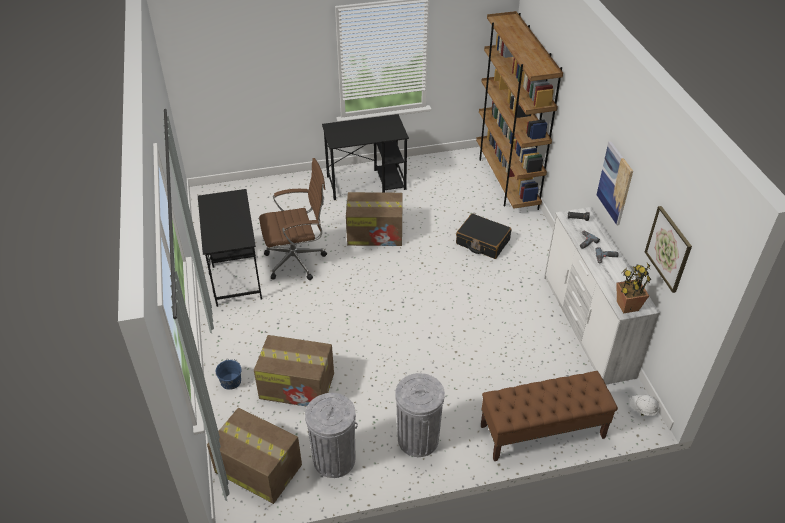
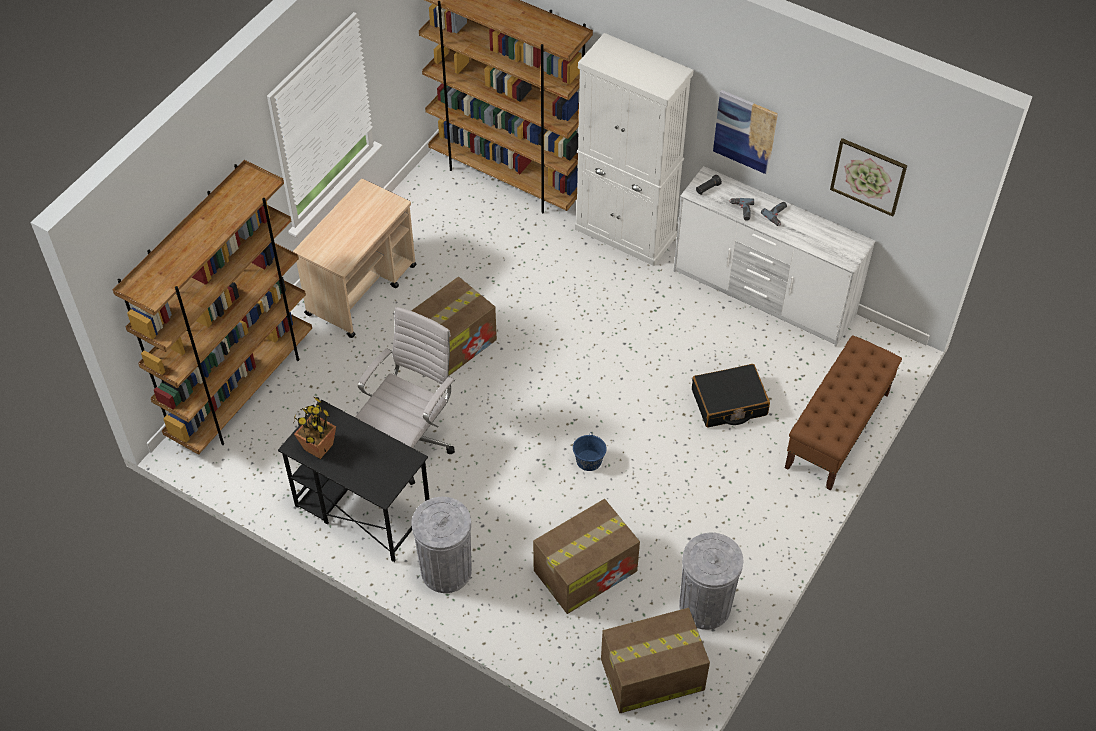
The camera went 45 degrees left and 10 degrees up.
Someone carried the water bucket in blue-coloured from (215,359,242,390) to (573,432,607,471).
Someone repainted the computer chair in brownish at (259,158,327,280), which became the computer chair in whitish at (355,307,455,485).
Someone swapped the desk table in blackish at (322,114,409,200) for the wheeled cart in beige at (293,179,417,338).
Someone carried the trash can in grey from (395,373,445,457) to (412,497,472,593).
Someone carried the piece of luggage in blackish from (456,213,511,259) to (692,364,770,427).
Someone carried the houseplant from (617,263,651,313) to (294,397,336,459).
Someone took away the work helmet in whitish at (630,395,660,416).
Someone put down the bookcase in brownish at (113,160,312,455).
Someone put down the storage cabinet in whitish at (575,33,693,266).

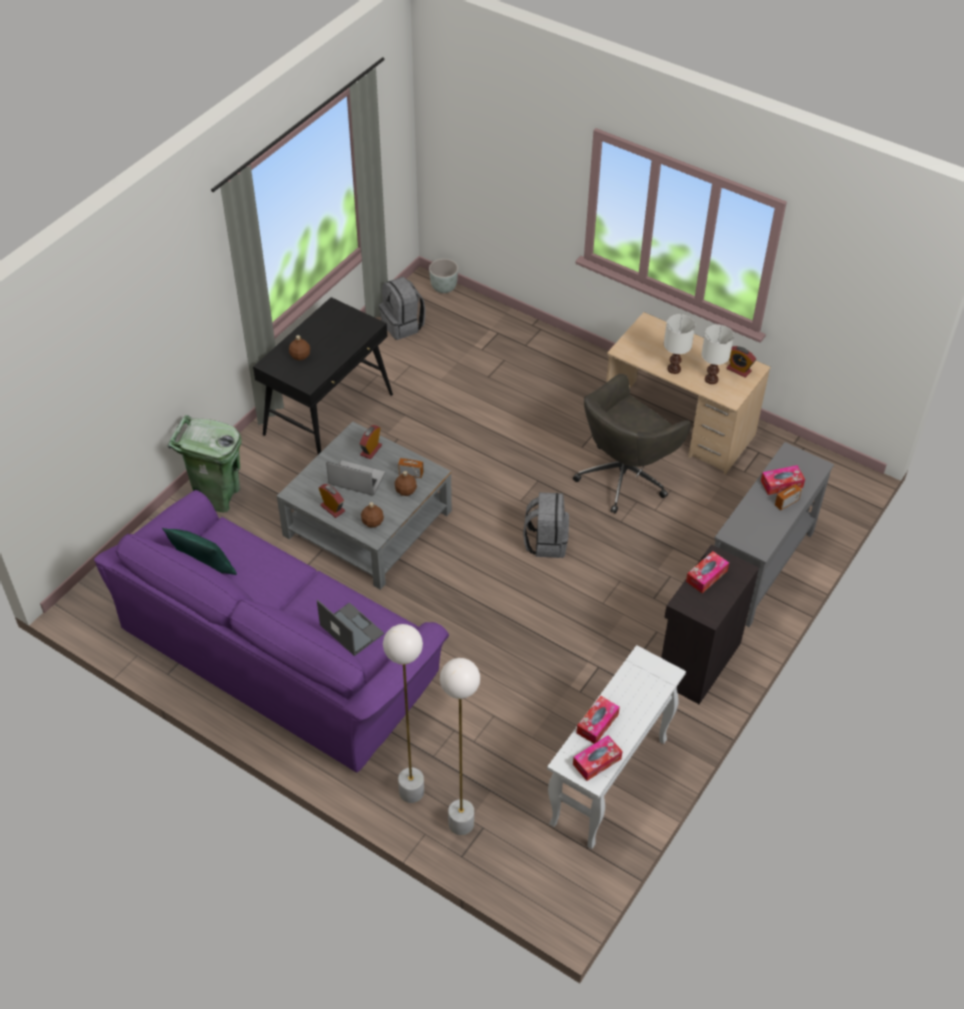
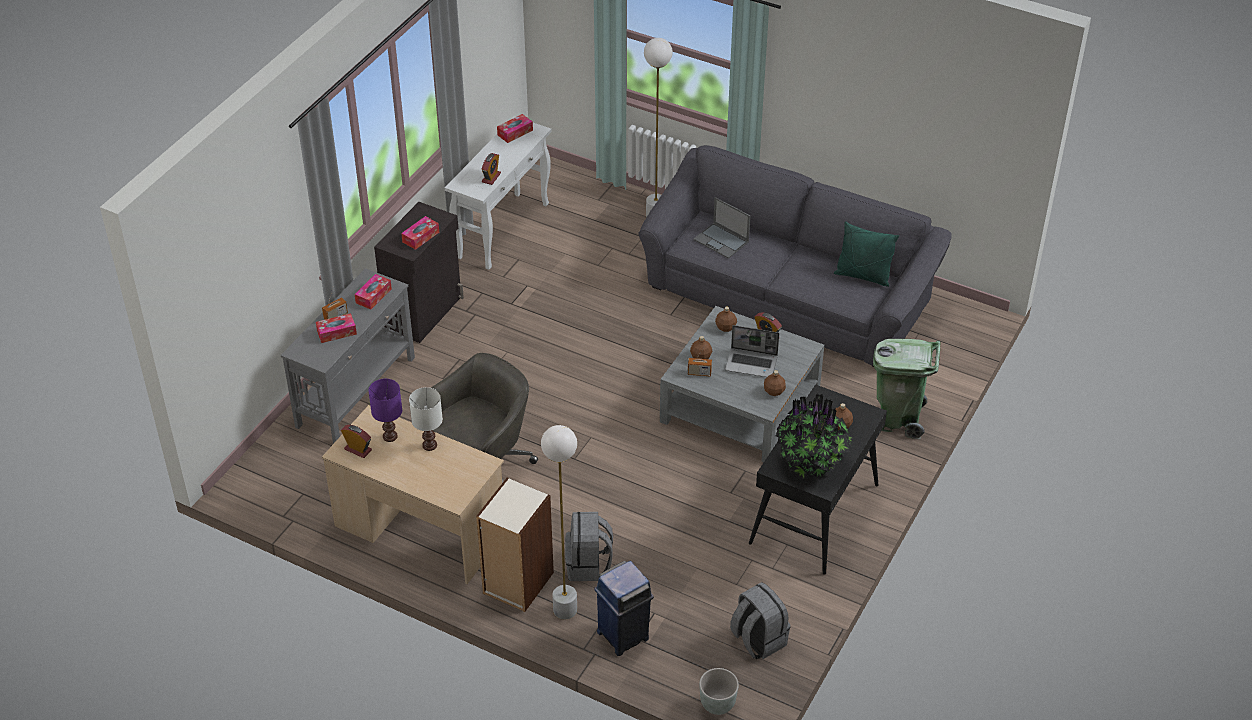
The camera went 175 degrees right and 5 degrees down.
Someone repainted the couch in purple-coloured at (94,490,449,773), which became the couch in grey at (639,145,952,367).
Someone carried the alarm clock from (360,425,382,459) to (482,153,501,185).
Someone carried the standing lamp in whitish from (440,658,480,835) to (541,425,577,619).
Someone carried the rucksack in grey from (523,492,569,558) to (565,512,613,581).
Someone carried the box of tissues from (576,696,620,744) to (355,274,392,310).
Someone repainted the lamp for a table in whitish at (702,325,734,384), which became the lamp for a table in purple-coloured at (368,379,402,442).
Someone put down the bookcase at (476,478,554,612).
Someone put down the trash can in blue-coloured at (594,561,654,656).
Someone put down the bottle in brownish at (764,370,786,396).
Someone put down the houseplant at (776,393,855,481).

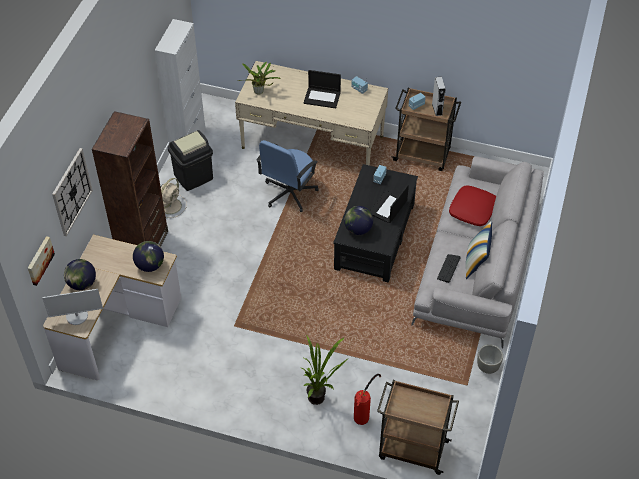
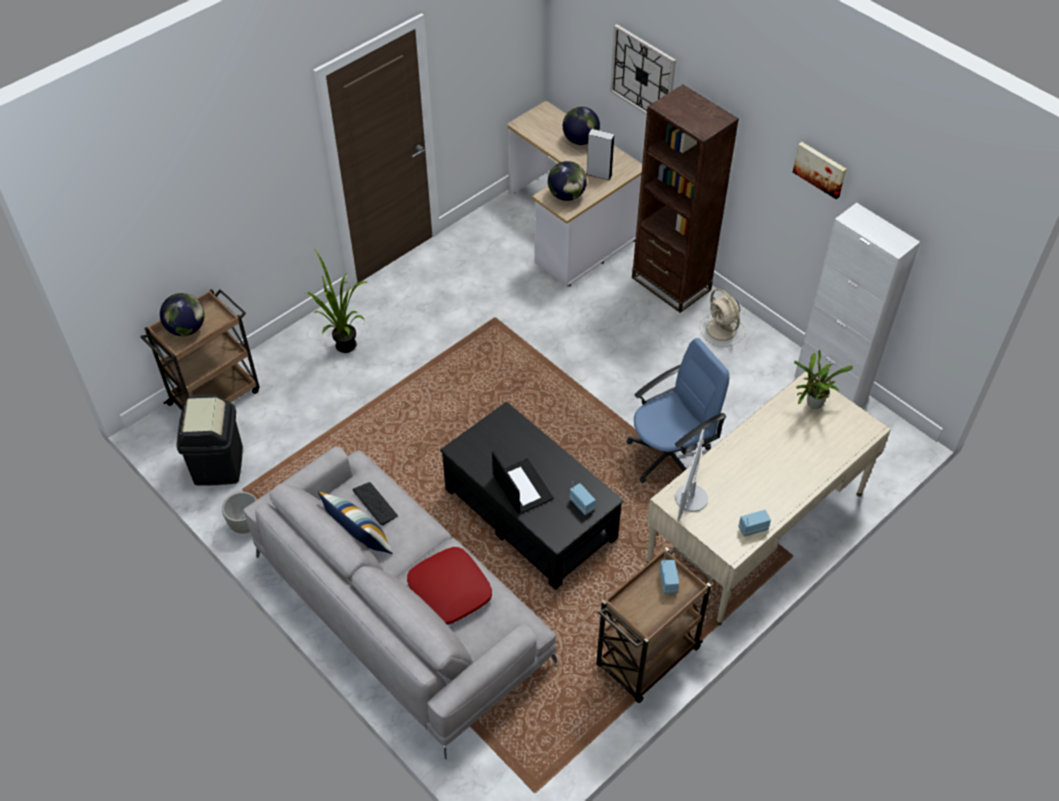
The camera went 120 degrees right and 0 degrees up.
Someone carried the wall picture from (28,236,55,286) to (793,142,846,199).
Someone carried the monitor from (42,289,103,325) to (675,429,708,521).
Someone carried the trash can in blackish from (168,130,213,191) to (176,394,243,485).
Someone rotated the computer chair in blue-coloured at (256,140,319,212) by 90 degrees clockwise.
Someone took away the portable computer at (304,70,341,108).
Someone carried the world globe from (344,206,373,235) to (160,293,205,336).
Someone took away the fire extinguisher at (354,374,381,425).
Someone carried the audio speaker in grey from (432,77,446,116) to (586,129,615,180).

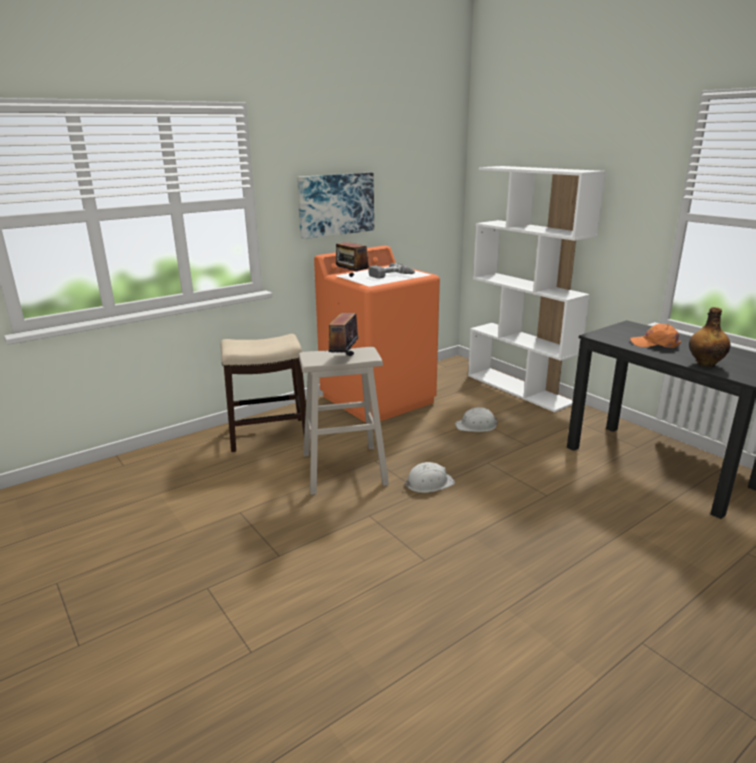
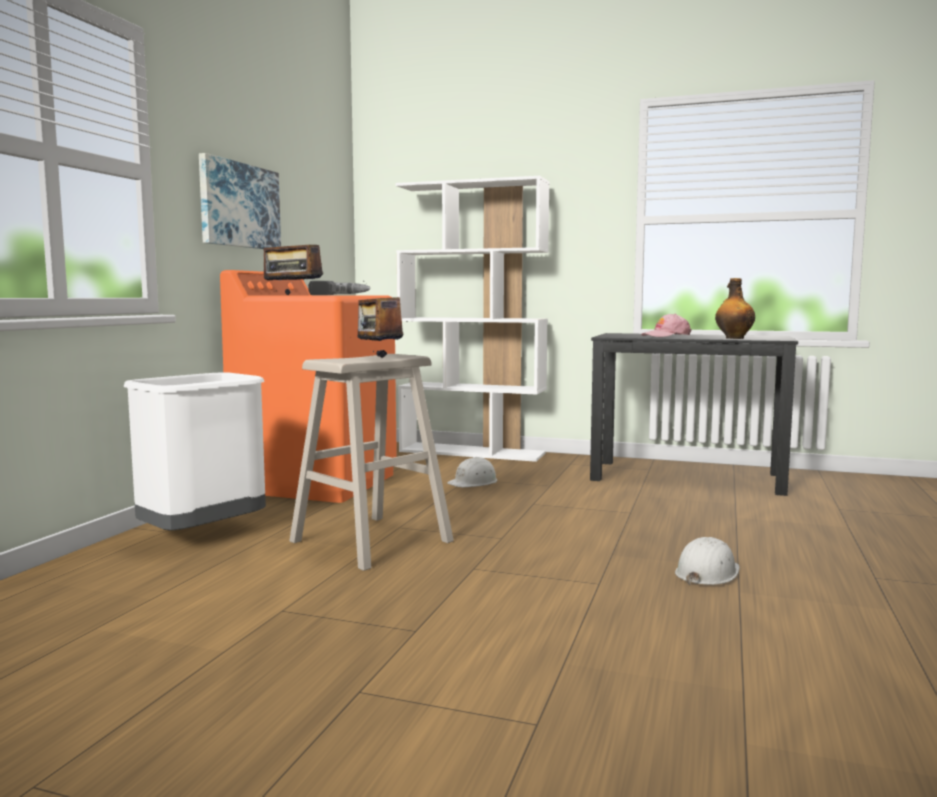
The camera went 35 degrees left and 15 degrees down.
Someone swapped the stool seat at (220,334,306,452) for the trash can in whitish at (124,372,266,531).
Someone carried the work helmet in whitish from (405,462,455,493) to (675,537,740,585).
Someone repainted the baseball cap in orange at (630,324,681,348), which became the baseball cap in pinkish at (641,314,692,337).

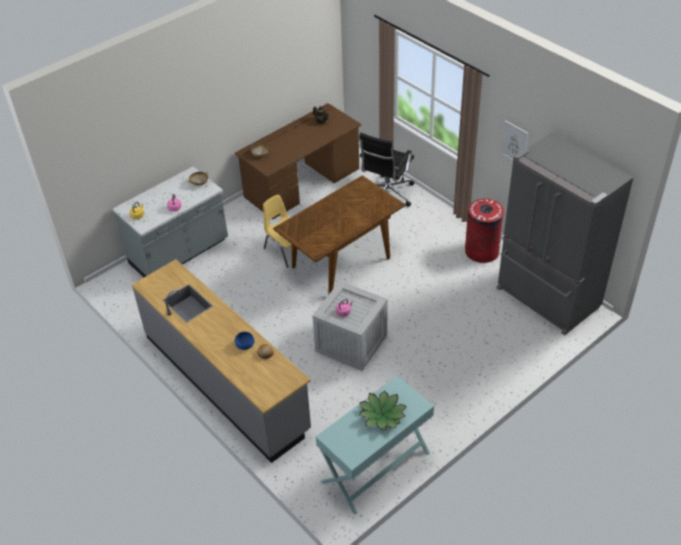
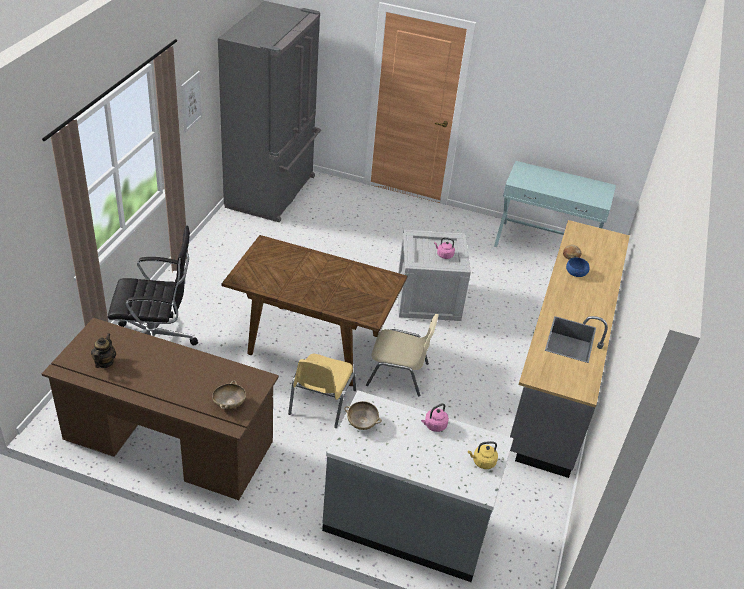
The camera went 125 degrees left and 5 degrees down.
Someone took away the houseplant at (359,391,407,431).
Someone took away the trash can in reddish at (465,198,504,263).
Someone put down the upright chair in beige at (366,314,439,396).

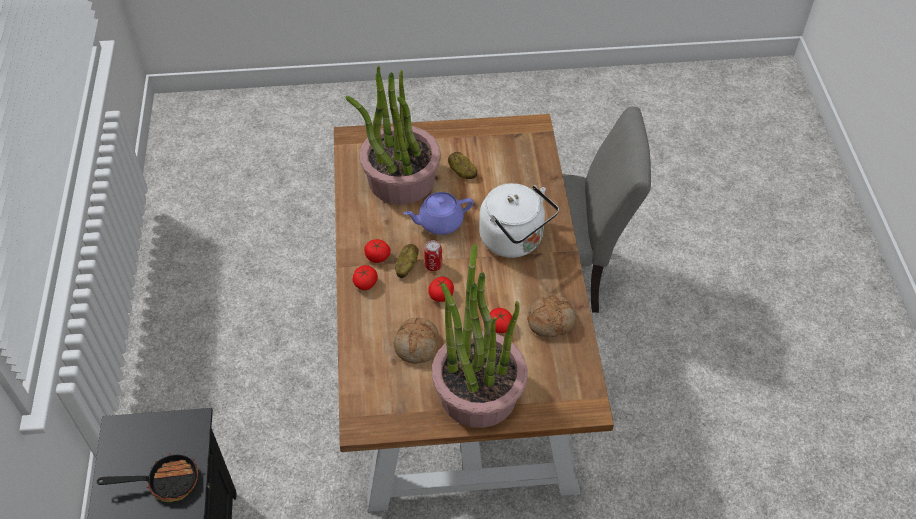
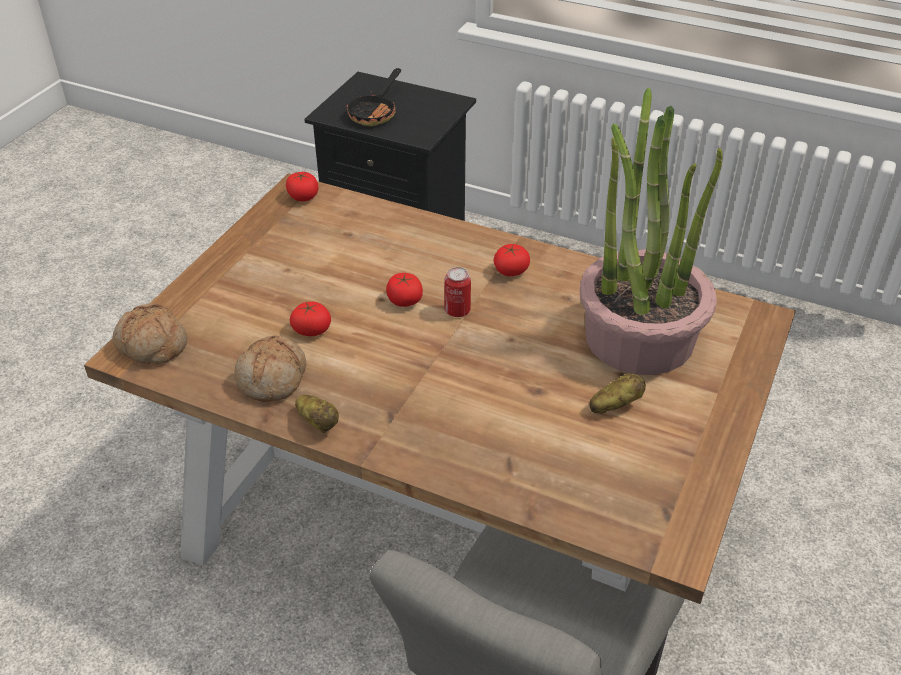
The camera went 120 degrees right and 10 degrees down.
Someone carried the fresh tomato from (353,265,378,290) to (286,171,319,201).
Someone carried the bakery bread from (394,317,439,364) to (112,304,187,364).
Someone carried the spud from (395,244,419,278) to (295,395,339,433).
Someone took away the tea pot in purple-coloured at (403,192,473,235).
Someone took away the houseplant at (432,244,528,428).
Someone took away the water kettle in whitish at (479,183,559,258).

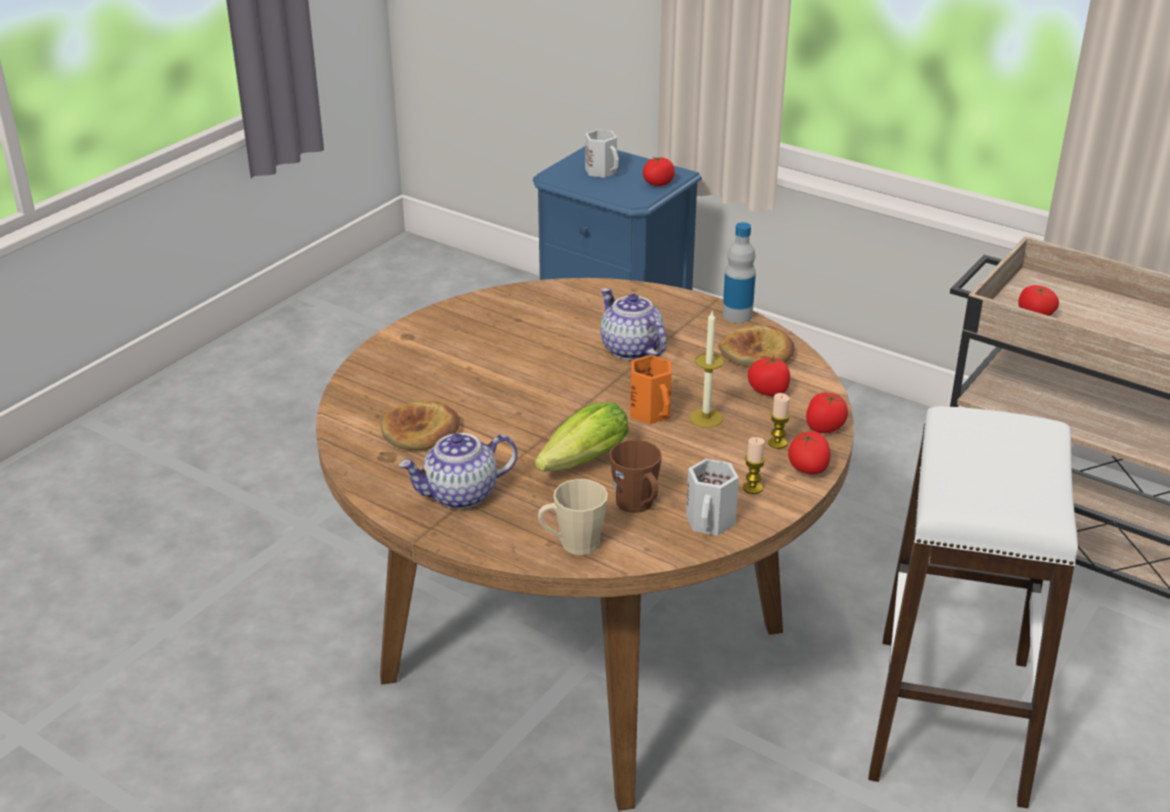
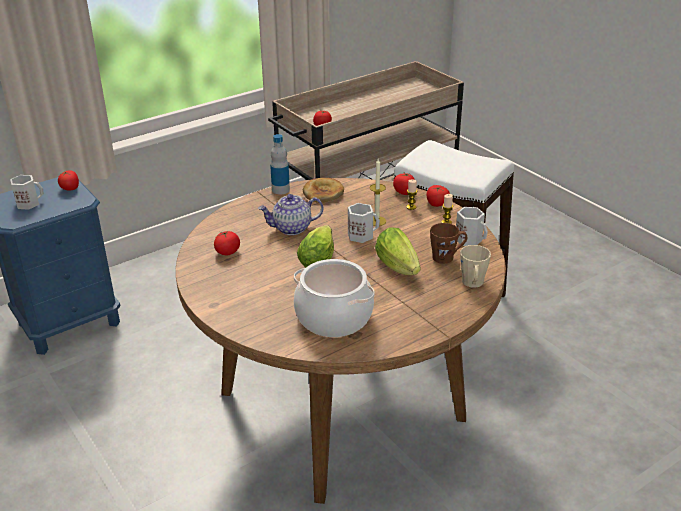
The camera went 70 degrees left and 0 degrees up.
Someone swapped the bakery bread at (381,401,460,450) for the stockpot at (294,259,375,337).
Someone took away the tea pot at (398,433,517,509).
Someone repainted the coffee mug in orange at (630,355,672,424), which became the coffee mug in whitish at (348,203,380,243).
Someone carried the fresh tomato from (748,355,790,396) to (214,231,240,256).
Someone put down the lettuce head at (297,225,334,267).

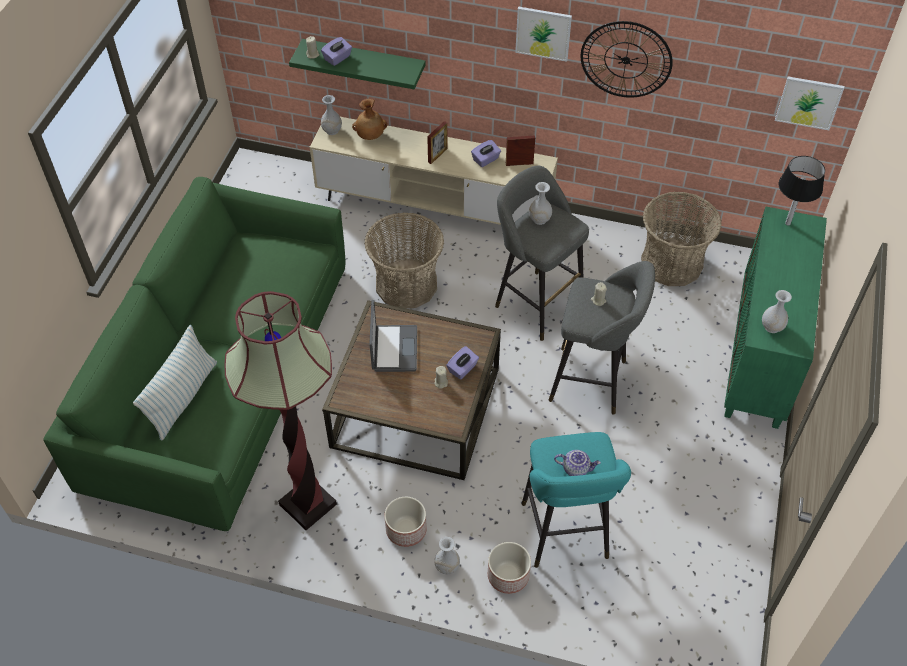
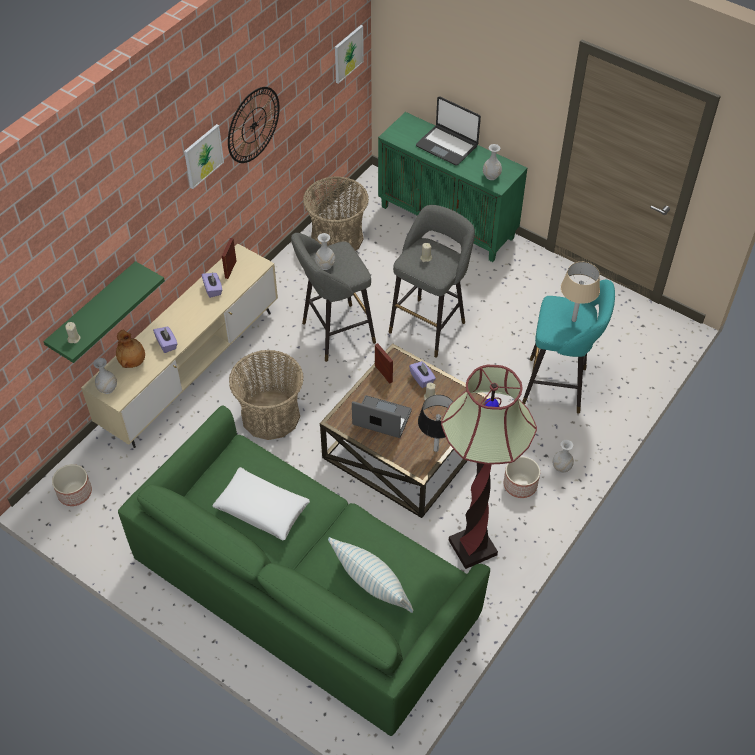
The camera went 70 degrees left and 0 degrees up.
Someone carried the box of tissues in purple-coloured from (321,37,352,66) to (153,326,177,353).
Someone carried the photo frame from (427,121,447,164) to (375,343,393,384).
Someone carried the flower pot from (488,542,531,594) to (52,464,92,506).
Someone swapped the tea pot at (554,450,601,476) for the lamp for a table in beige at (561,262,600,322).
Someone carried the lamp for a table in blackish from (779,156,825,226) to (418,395,453,452).
Someone put down the throw pillow in whitish at (213,467,310,541).
Someone put down the portable computer at (416,97,481,166).

